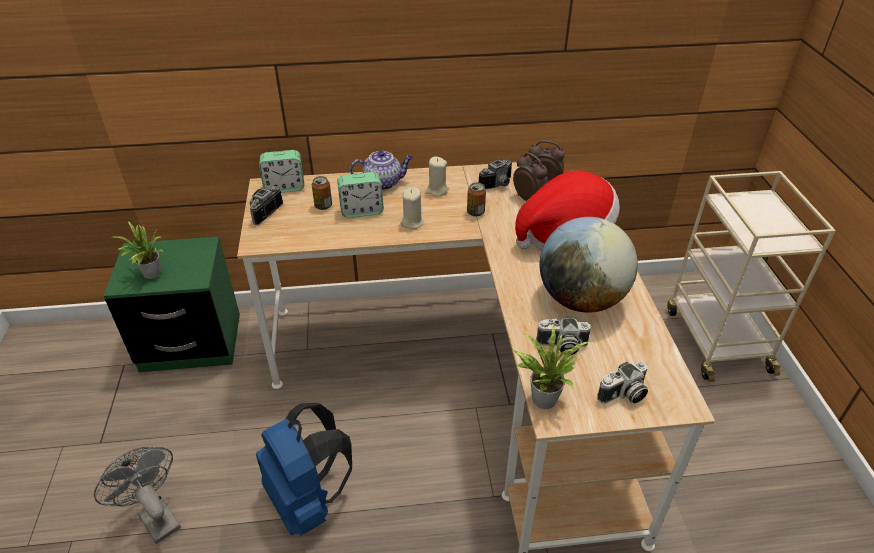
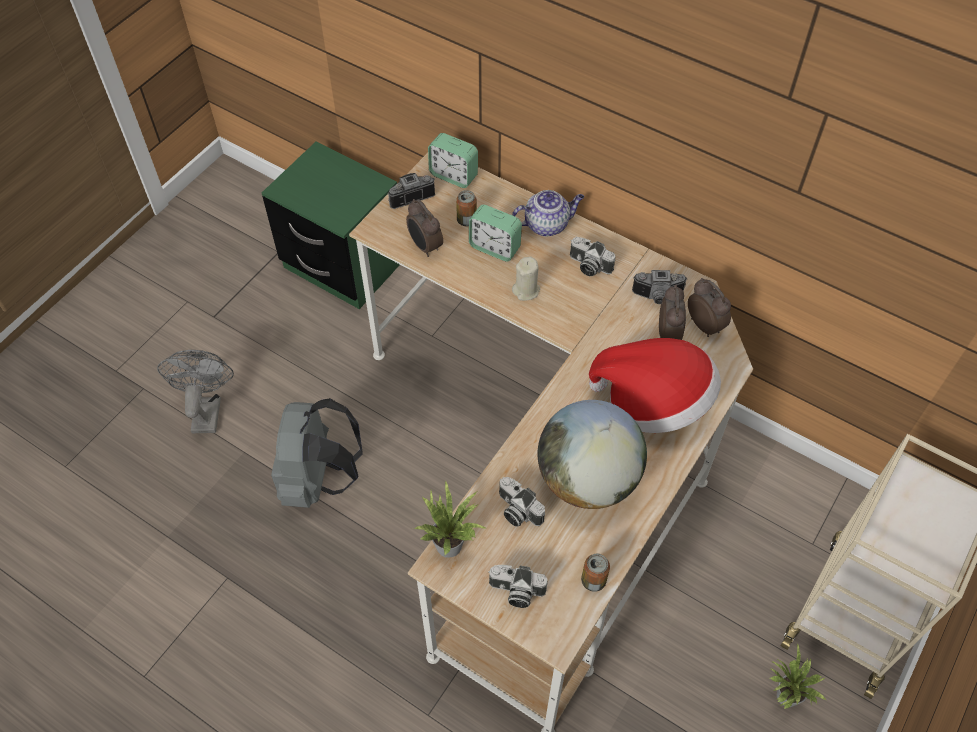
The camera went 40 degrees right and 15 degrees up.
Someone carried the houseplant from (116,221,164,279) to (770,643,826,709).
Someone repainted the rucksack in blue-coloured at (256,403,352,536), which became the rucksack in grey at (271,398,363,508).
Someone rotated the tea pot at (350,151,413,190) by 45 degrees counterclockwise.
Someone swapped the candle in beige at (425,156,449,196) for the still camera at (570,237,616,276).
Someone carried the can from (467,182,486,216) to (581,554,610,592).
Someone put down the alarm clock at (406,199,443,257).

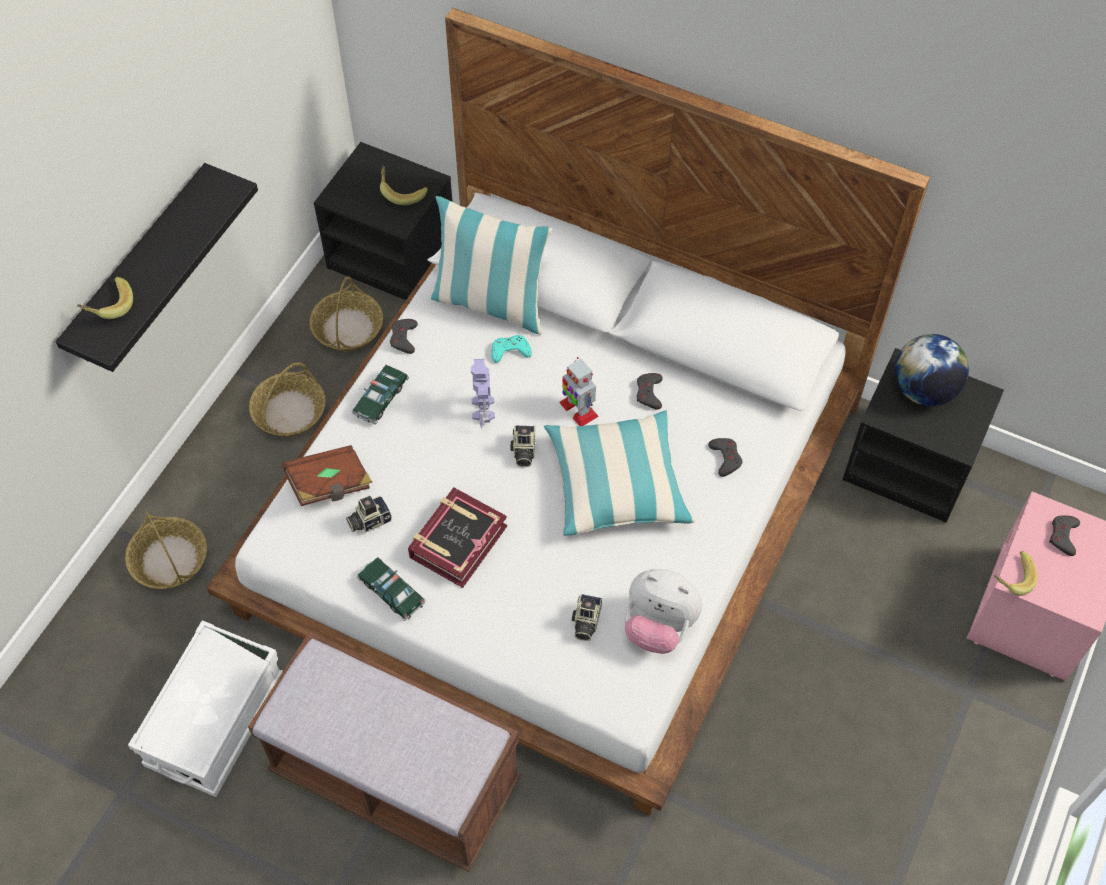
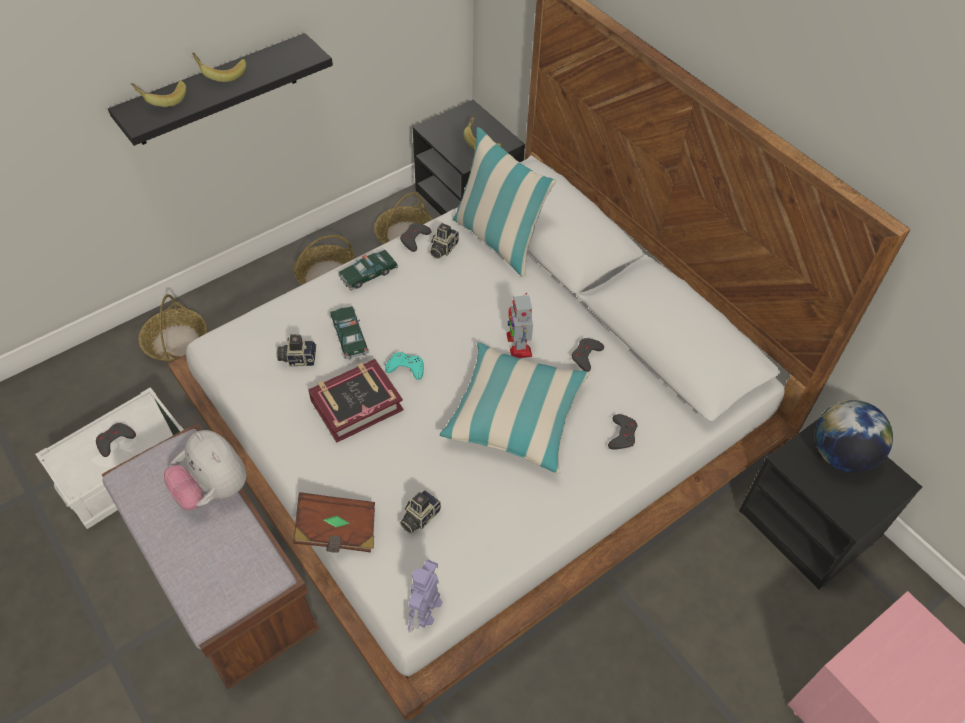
The camera went 25 degrees right and 5 degrees down.
Someone carried the volume in brownish from (282,445,372,506) to (293,492,375,553).
Someone carried the miniature car from (357,557,426,621) to (329,306,369,360).
Someone carried the model robot from (471,359,495,428) to (408,559,443,633).
Someone carried the joypad in turquoise-coloured from (491,335,532,363) to (385,352,424,380).
Someone carried the still camera from (511,425,536,467) to (429,223,459,259).
Someone carried the cuddly toy from (625,569,702,654) to (164,430,247,510).
Someone carried the banana fruit from (994,551,1038,596) to (192,53,246,82).
Someone carried the joypad in grey from (1049,516,1080,556) to (96,423,136,457).

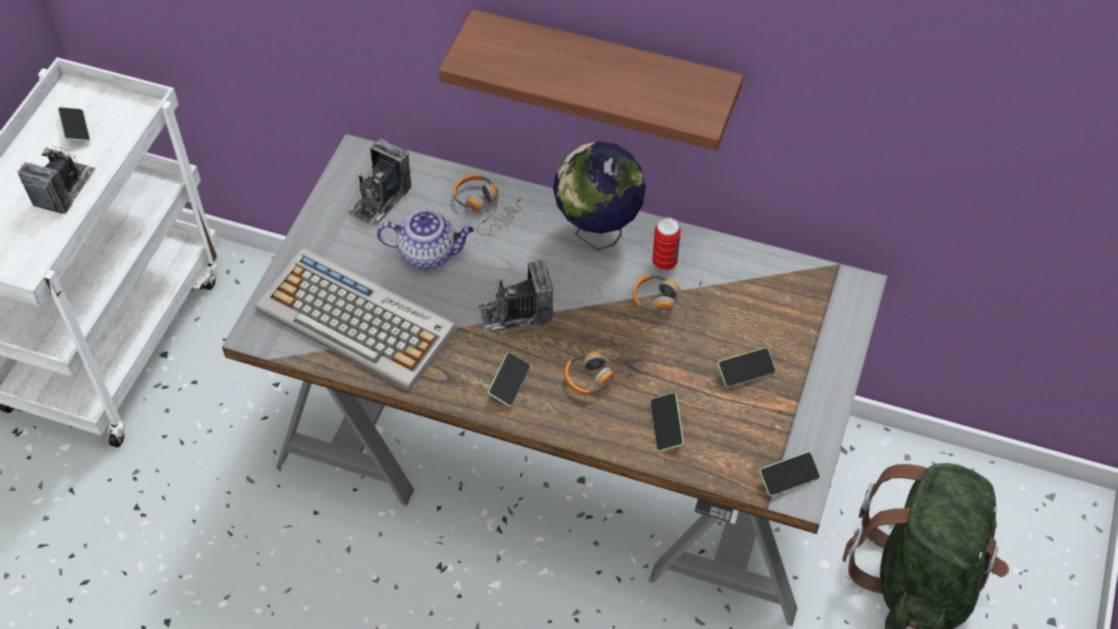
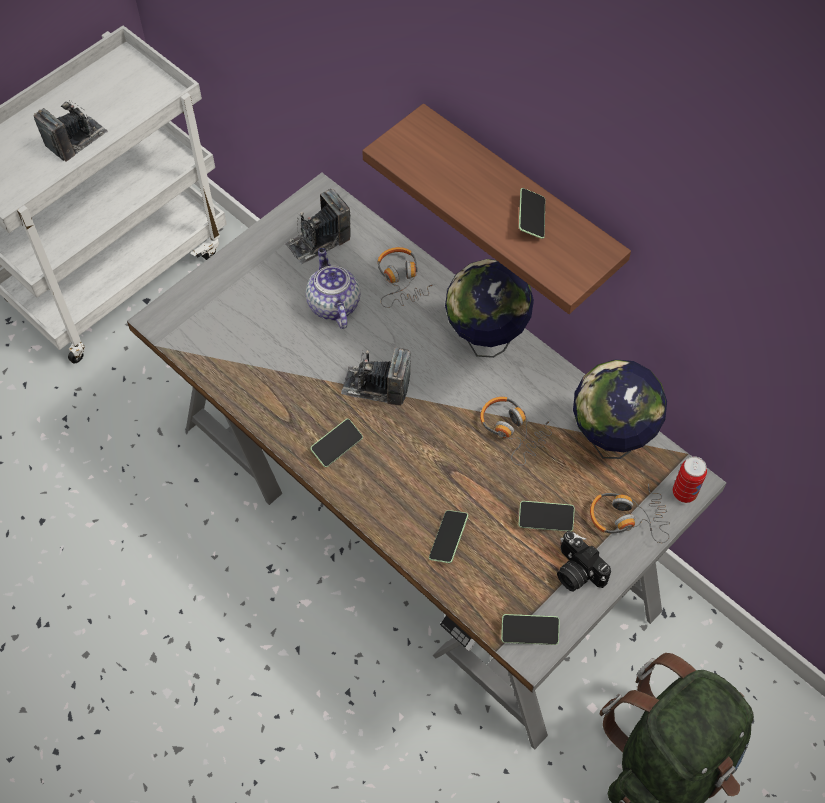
The camera went 25 degrees right and 5 degrees up.
Someone carried the phone from (58,107,90,141) to (519,188,545,239).
Someone took away the computer keyboard at (255,248,457,391).
Someone rotated the tea pot at (377,210,474,269) by 135 degrees counterclockwise.
Someone carried the headphones from (565,334,652,395) to (590,484,670,543).
Someone carried the can from (652,217,681,270) to (673,456,707,503).
Someone put down the still camera at (557,531,611,592).
Someone put down the world globe at (573,359,667,459).

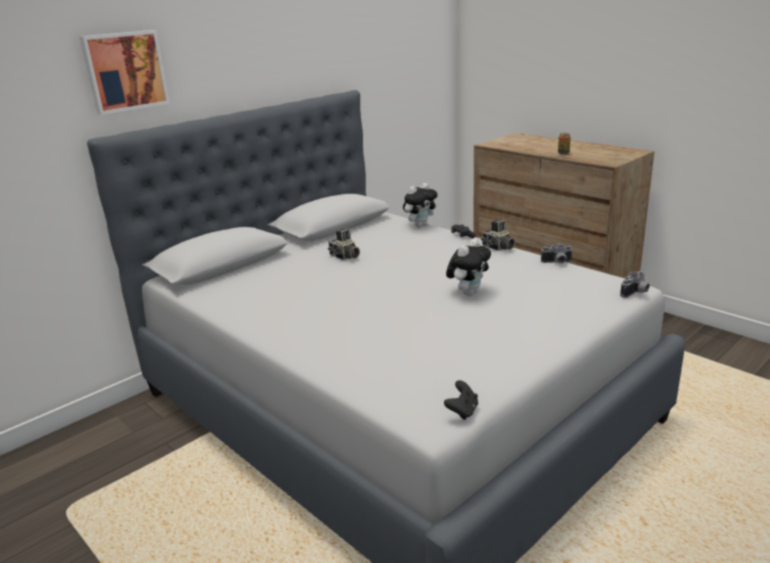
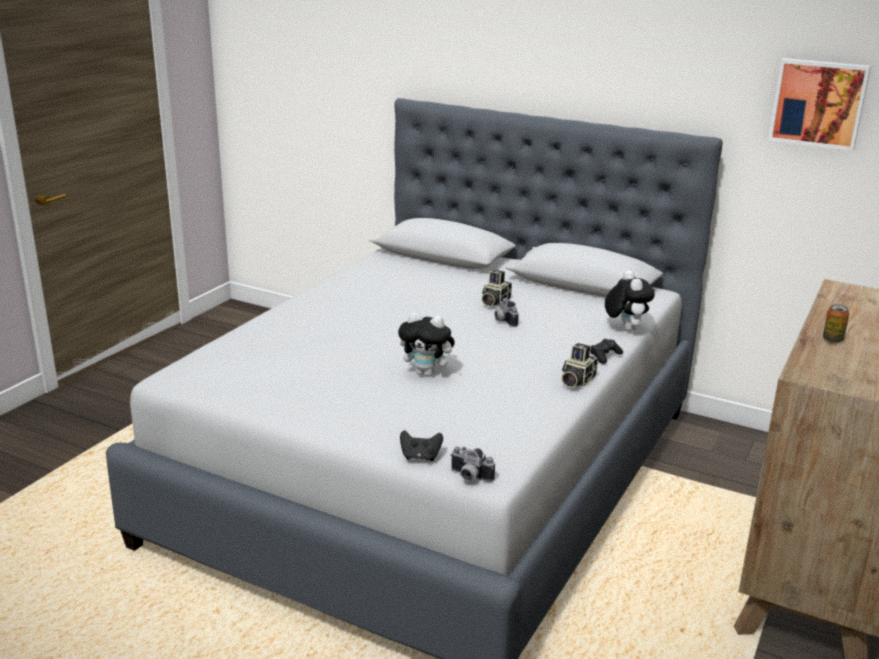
The camera went 70 degrees right and 0 degrees up.
Someone carried the wall picture from (79,30,170,115) to (768,58,871,151).
Someone rotated the cuddly toy at (403,183,438,227) by 135 degrees counterclockwise.
Someone carried the joypad in blackish from (444,380,478,420) to (400,430,443,461).
Someone carried the still camera from (541,243,573,263) to (495,298,519,327).

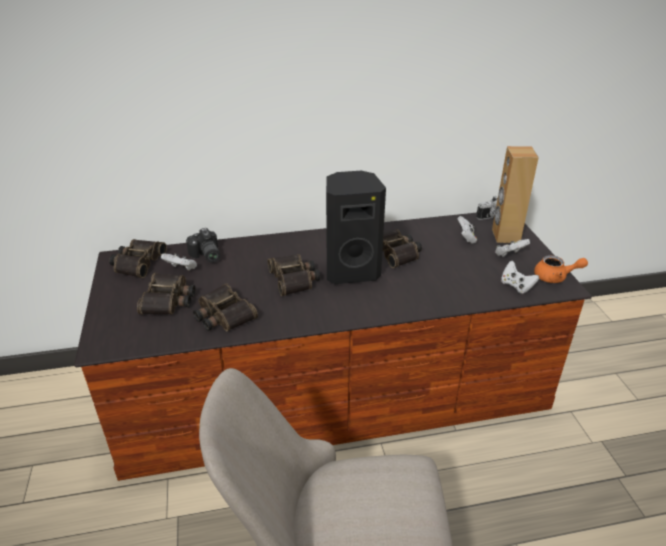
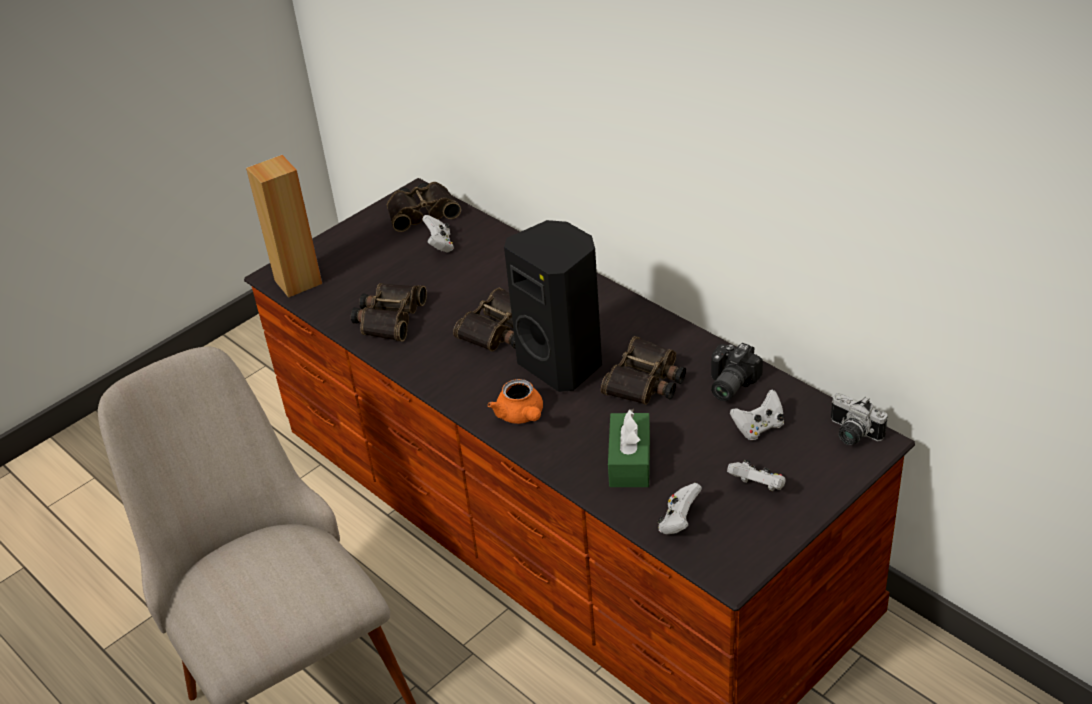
The camera went 60 degrees right and 5 degrees up.
Someone took away the binoculars at (137,273,195,315).
Someone carried the still camera from (186,228,220,263) to (711,343,763,401).
Someone carried the audio speaker in brownish from (492,146,539,243) to (246,155,322,298).
Someone carried the tea pot in orange from (534,255,588,283) to (488,379,543,424).
Someone put down the box of tissues in green at (608,409,650,487).

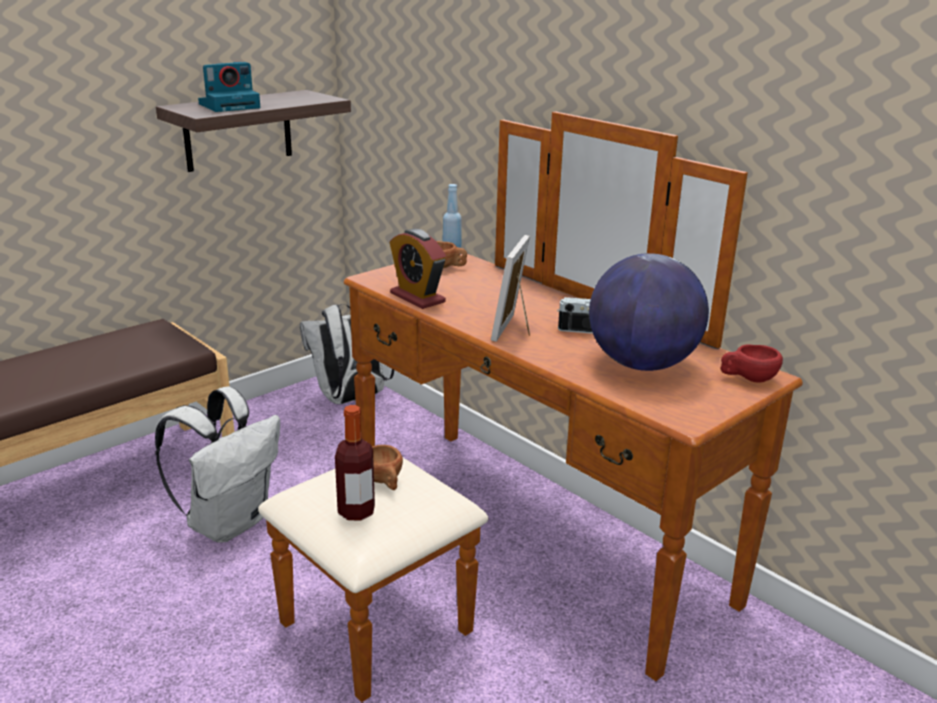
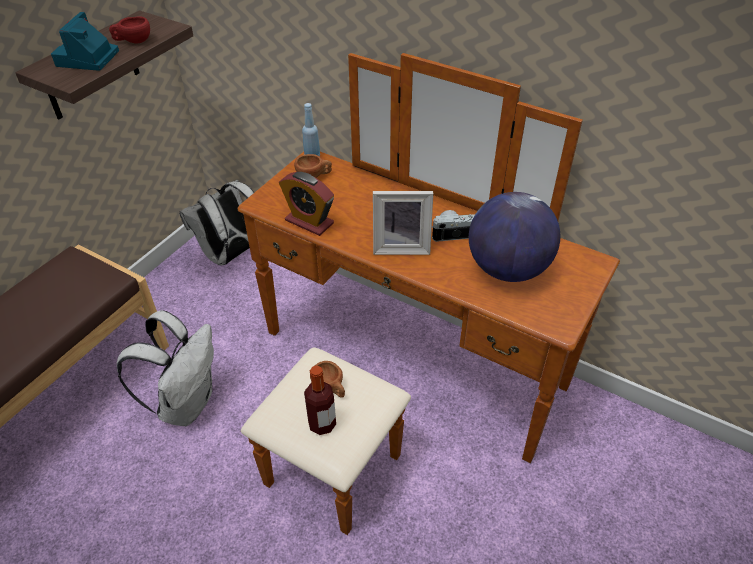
The camera went 15 degrees left and 20 degrees up.
Someone rotated the still camera at (198,62,260,112) by 150 degrees clockwise.
Someone rotated the photo frame at (491,235,530,342) by 90 degrees counterclockwise.
Someone carried the small cup in reddish from (720,345,783,383) to (109,17,150,44).

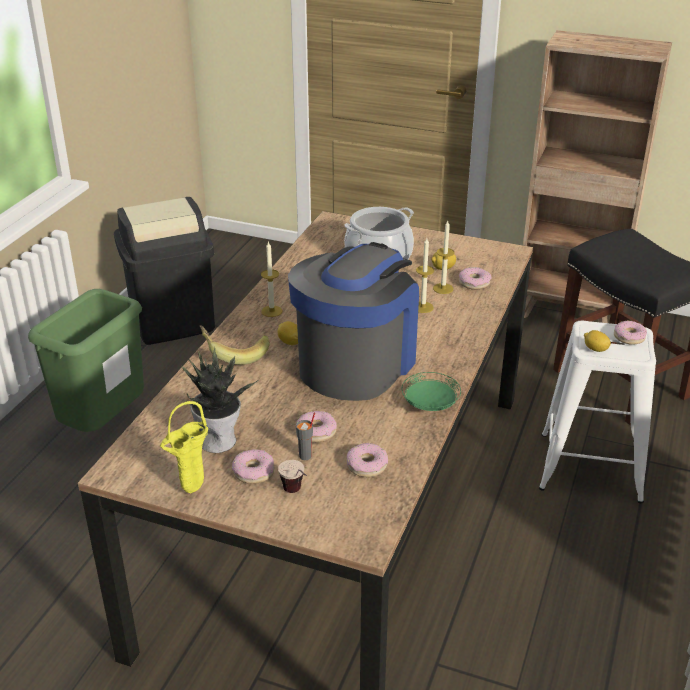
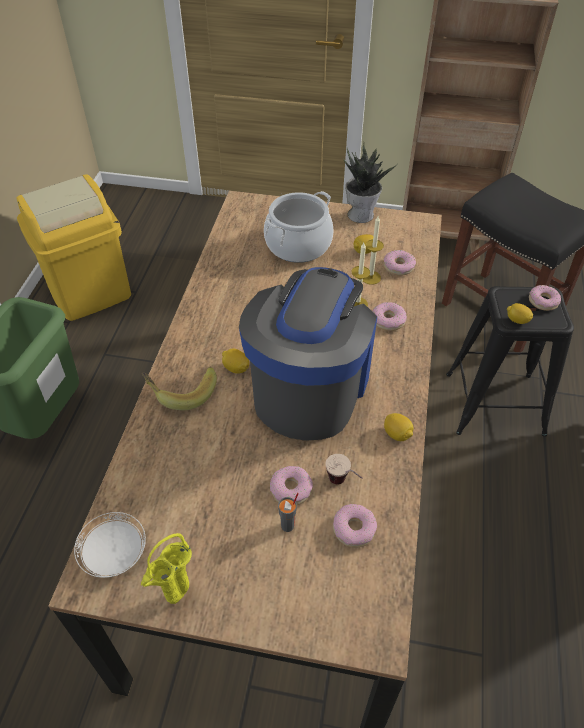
The camera went 10 degrees left and 15 degrees up.
Someone repainted the trash can in blackish at (114,197,215,345), which became the trash can in yellowish at (17,174,131,321).
Someone carried the houseplant from (180,346,259,453) to (344,144,398,223).
Someone carried the donut from (232,449,274,484) to (373,302,407,331).
Someone took away the candle at (261,241,282,317).
Someone carried the small cup from (278,460,307,493) to (325,454,363,485).
Someone swapped the plate in green at (402,372,461,411) for the whole lemon at (384,413,413,441).
Someone repainted the stool seat in whitish at (539,321,656,503), which became the stool seat in blackish at (446,286,574,437).
Someone put down the plate in whitish at (74,512,146,578).

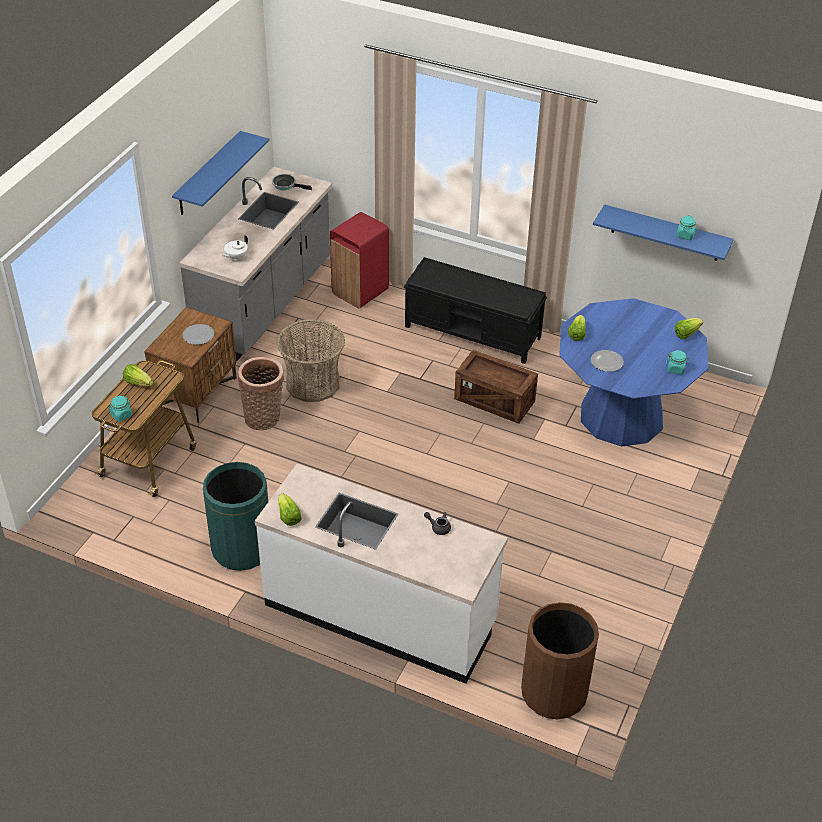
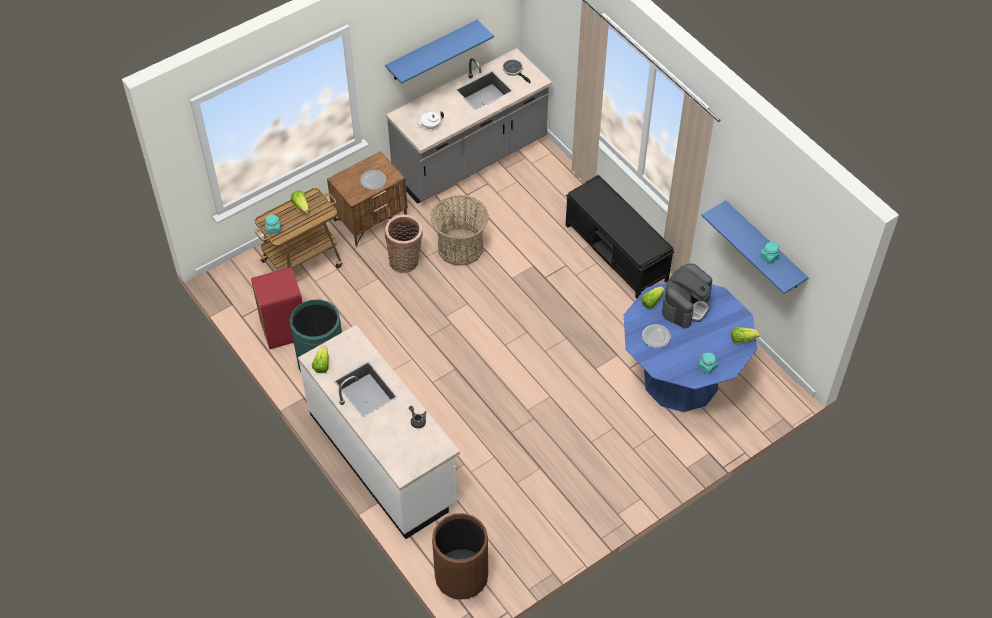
The camera went 30 degrees right and 10 degrees up.
Someone carried the trash can in reddish from (330,212,389,308) to (251,267,303,350).
Someone took away the shipping crate at (454,350,538,424).
Someone put down the coffee maker at (662,264,712,328).

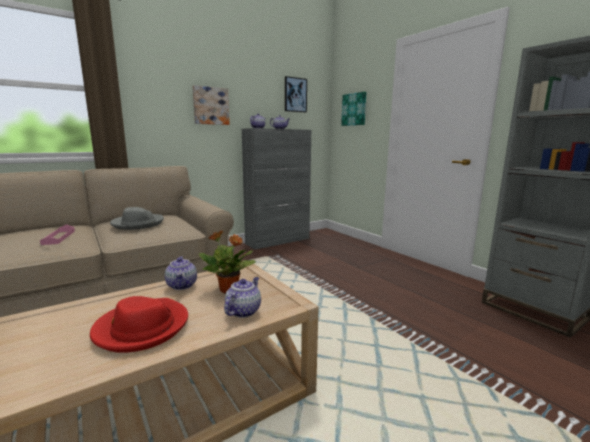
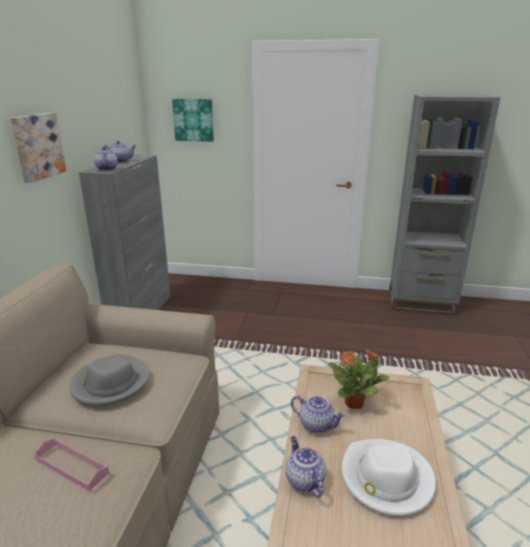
The camera went 45 degrees left and 10 degrees up.
Someone repainted the hat in reddish at (90,296,188,353), which became the hat in whitish at (342,439,436,516).
Someone carried the tea pot from (224,277,261,318) to (285,436,326,497).
Someone took away the wall picture at (285,76,307,113).

